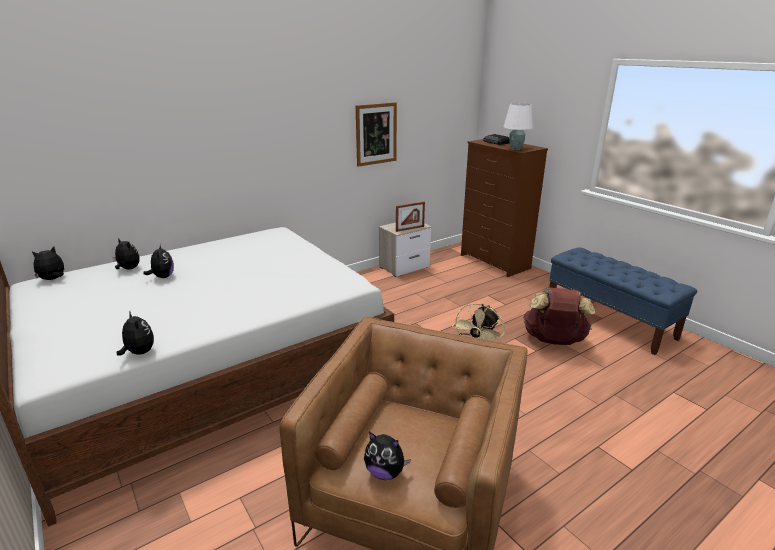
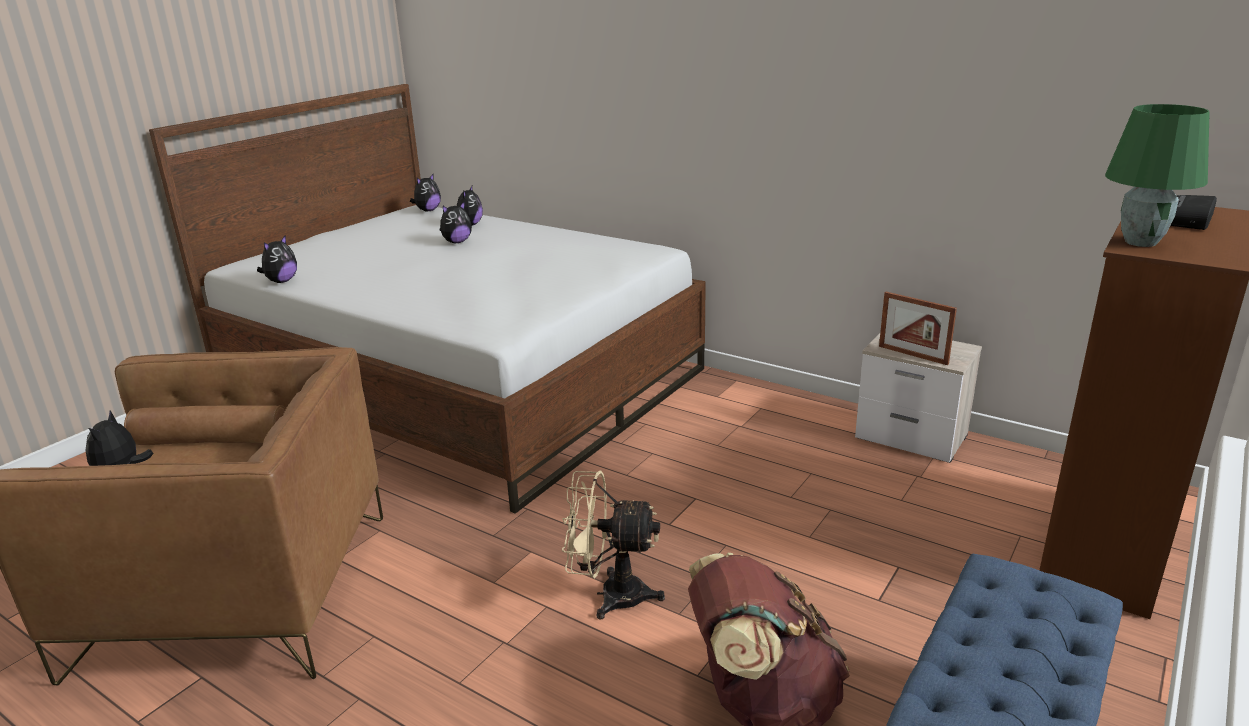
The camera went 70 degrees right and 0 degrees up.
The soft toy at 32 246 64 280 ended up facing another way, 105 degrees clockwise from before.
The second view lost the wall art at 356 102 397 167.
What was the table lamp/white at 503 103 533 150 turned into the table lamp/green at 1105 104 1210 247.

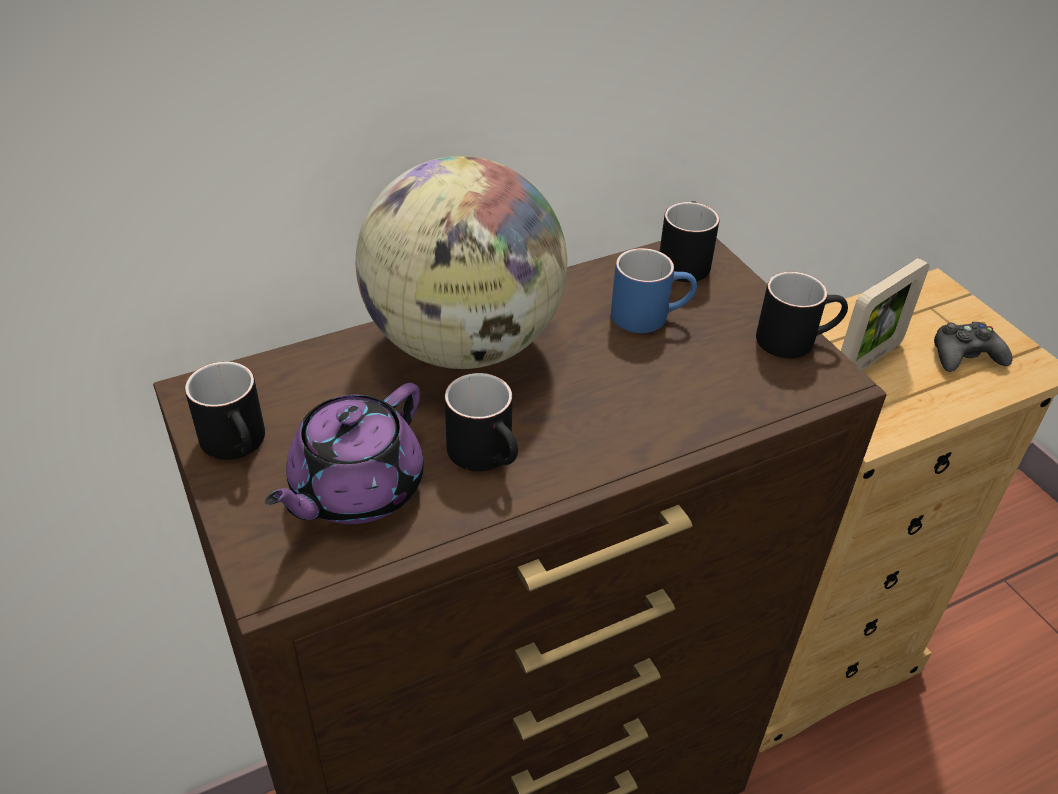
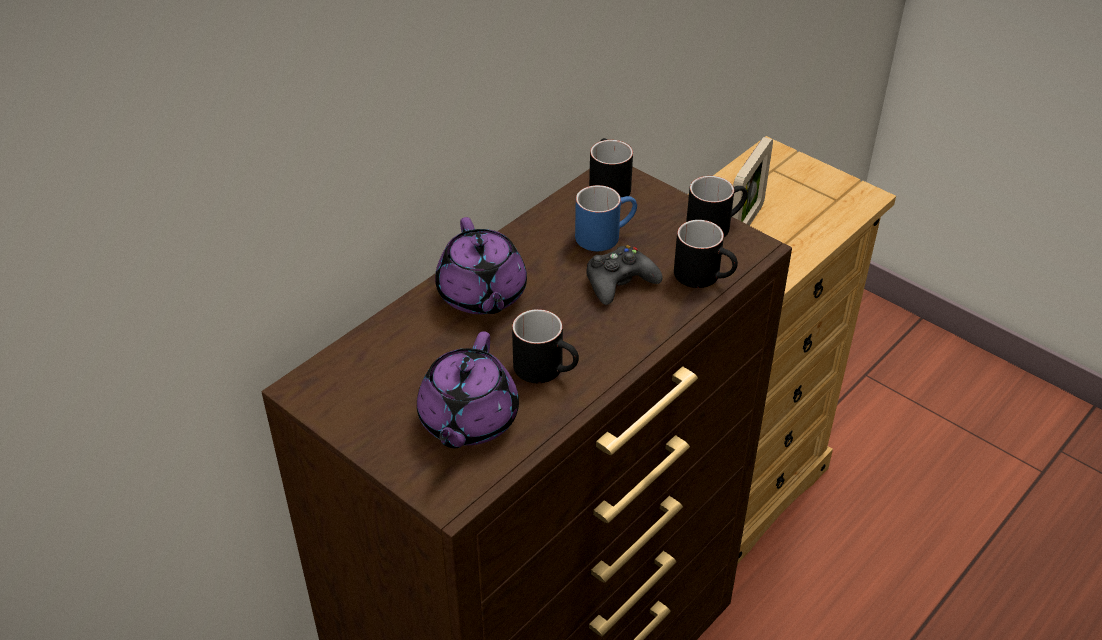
The camera went 20 degrees left and 0 degrees up.
The tea mug/blackish ended up elsewhere, having gone from 185 362 265 460 to 674 220 738 288.
Where the desk globe stood at 356 156 567 369, the teapot/purple-coloured came to stand at 435 217 527 314.
The gamepad/blackish ended up elsewhere, having gone from 934 322 1013 372 to 586 245 663 305.

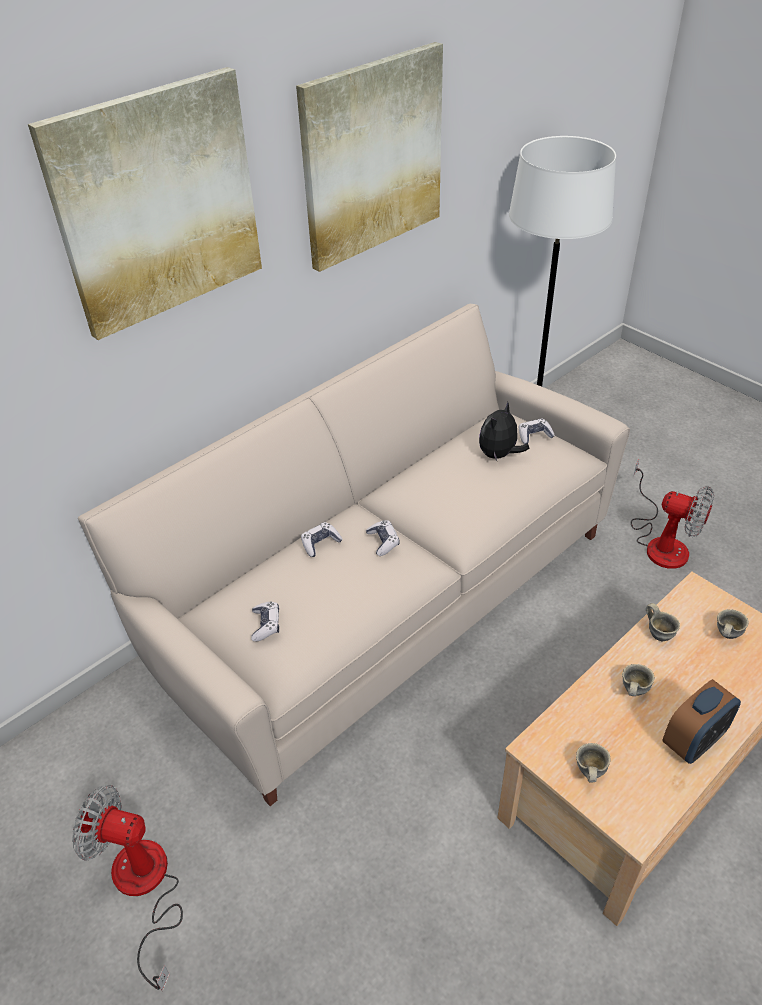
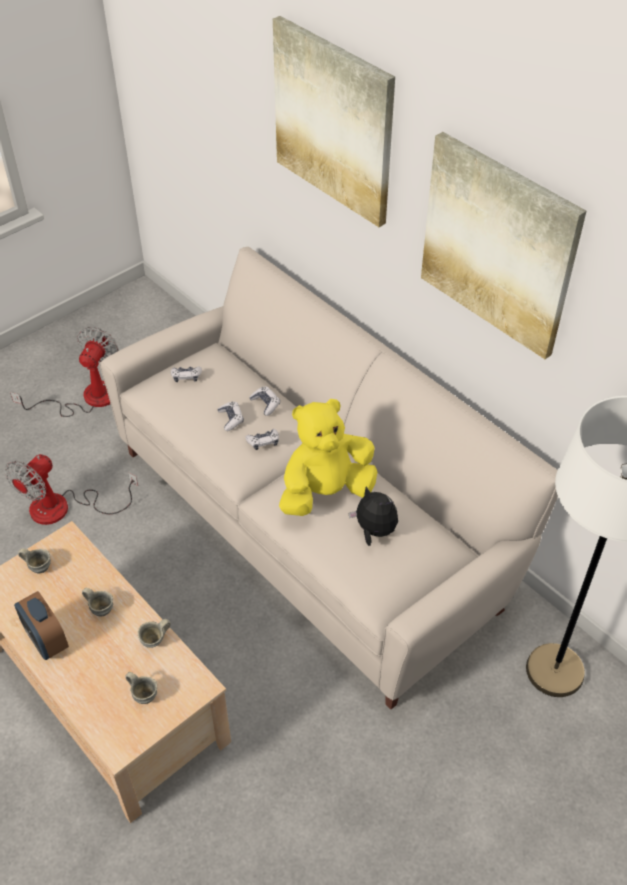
The camera went 90 degrees right and 5 degrees up.
The gamepad ended up elsewhere, having gone from 519 419 555 444 to 217 401 244 431.
The cooling fan ended up elsewhere, having gone from 631 460 714 569 to 5 454 138 525.
The second view gained the soft toy/yellow at 279 399 377 516.

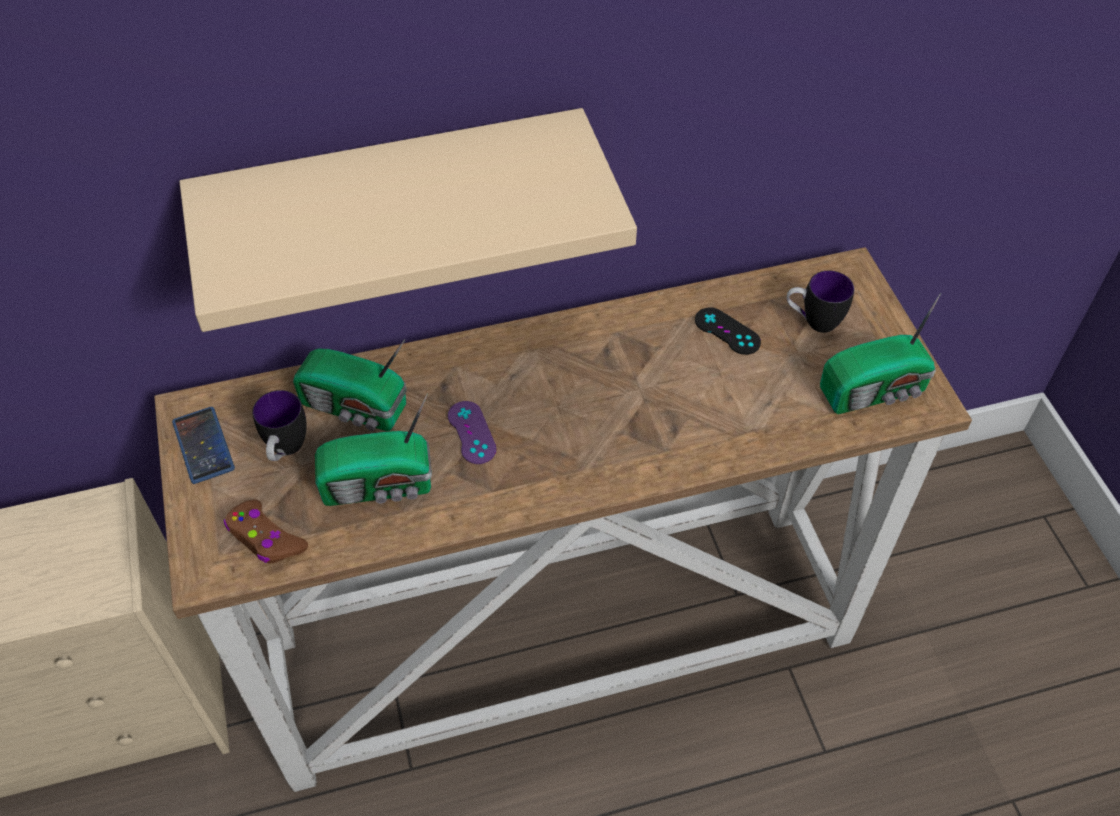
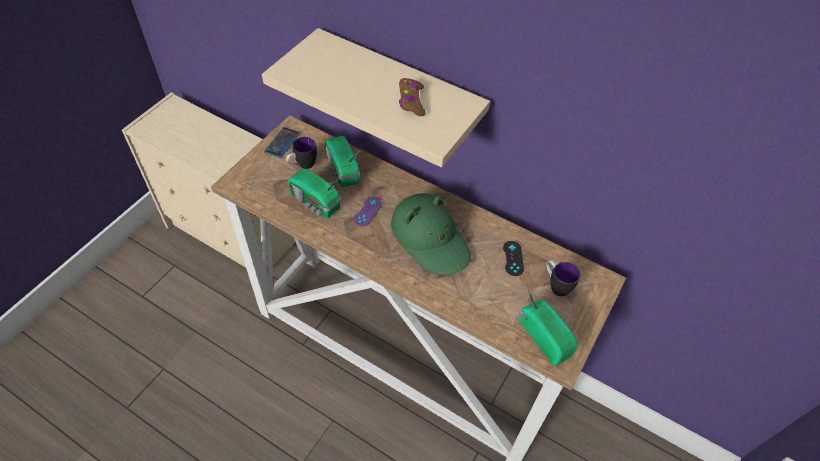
The camera went 45 degrees right and 0 degrees up.
The gamepad/brown-coloured ended up elsewhere, having gone from 224 499 308 564 to 399 78 426 116.
The radio at 820 293 941 414 ended up facing another way, 150 degrees counterclockwise from before.
The second view gained the hat/green at 391 193 471 275.

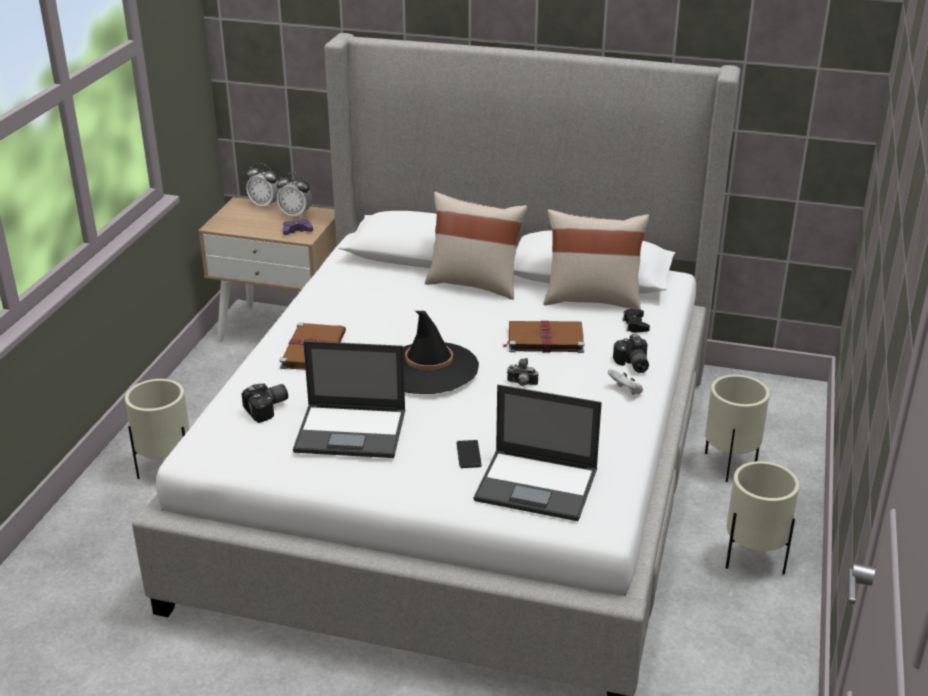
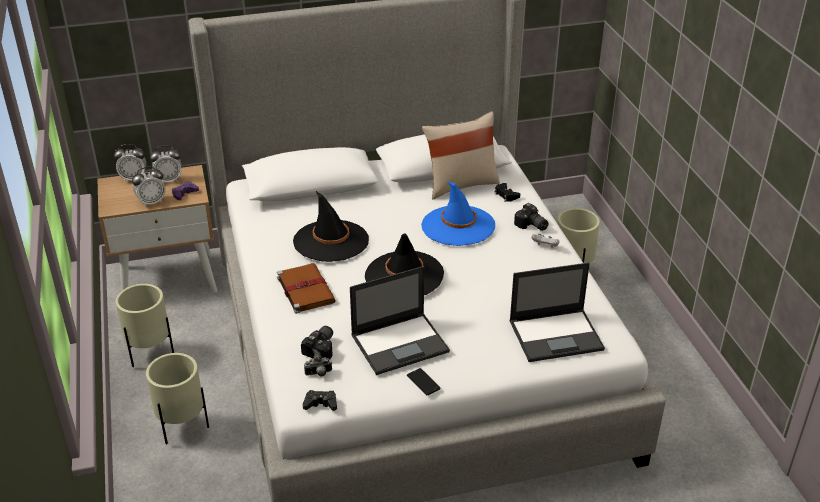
The camera went 30 degrees left and 5 degrees up.
The second view lost the pillow/beige-coloured at 425 192 528 300.
The handset ended up elsewhere, having gone from 457 440 482 468 to 407 368 440 395.
Where the volume/brown-coloured stood at 502 321 585 353, the hat/blue-coloured came to stand at 421 181 495 246.
The still camera ended up elsewhere, having gone from 507 358 538 386 to 304 352 332 376.
The plant pot/beige-coloured ended up elsewhere, having gone from 726 461 799 574 to 116 284 174 367.
The second view gained the table clock at 132 166 166 207.
The second view gained the hat/blackish at 293 191 369 262.
The second view gained the gamepad/blackish at 303 390 337 411.

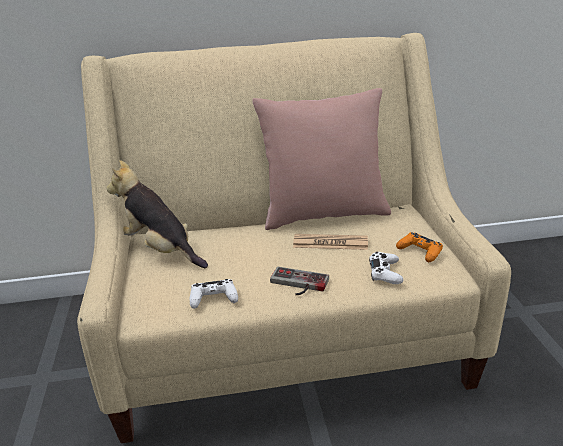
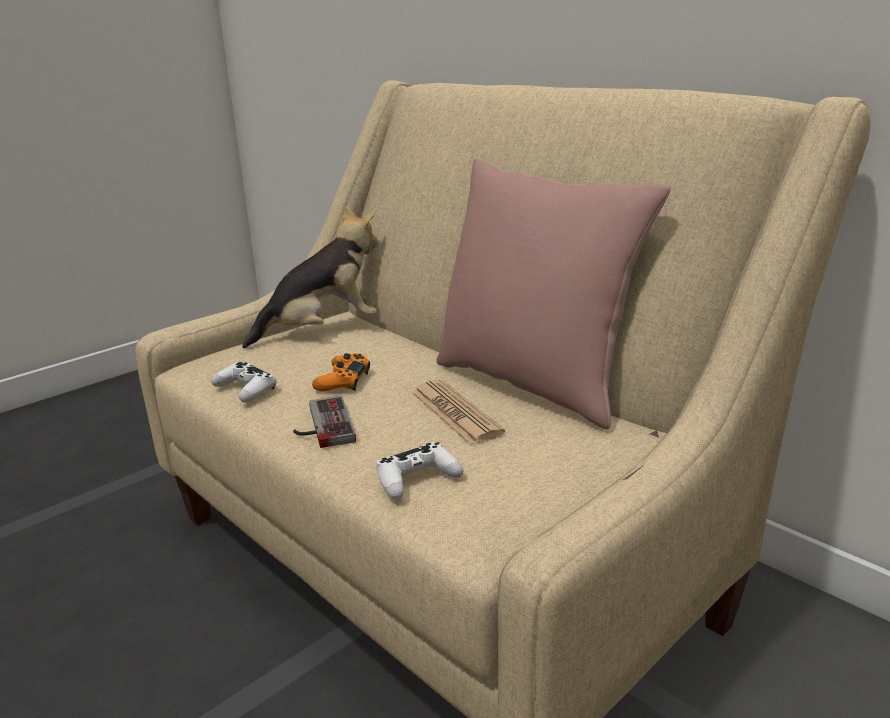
The camera went 55 degrees right and 5 degrees down.
The soft toy at 106 160 208 268 ended up facing another way, 60 degrees clockwise from before.
The gamepad/orange-coloured ended up elsewhere, having gone from 396 232 443 262 to 312 353 370 391.

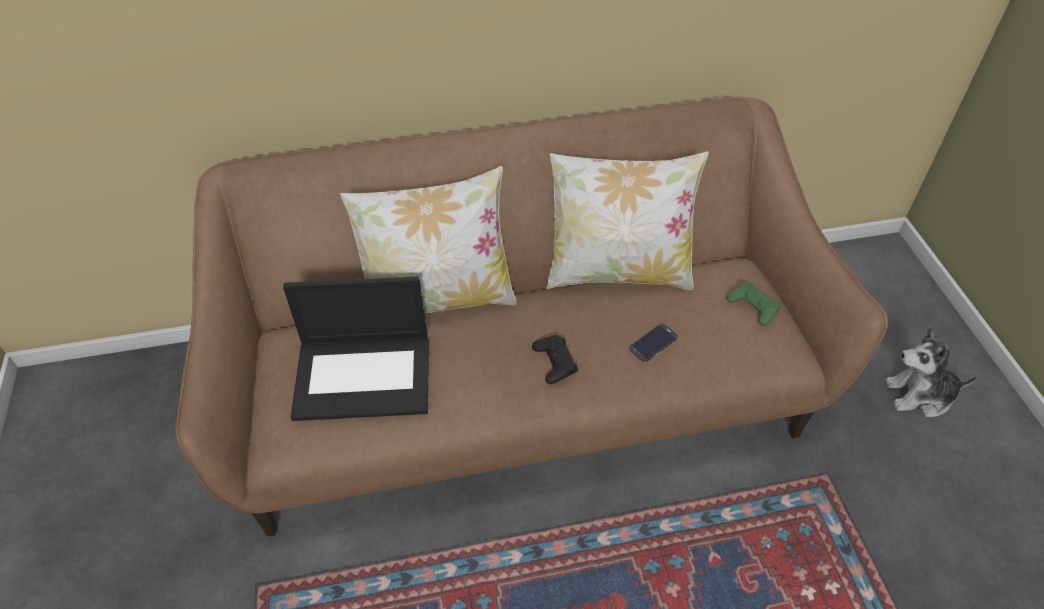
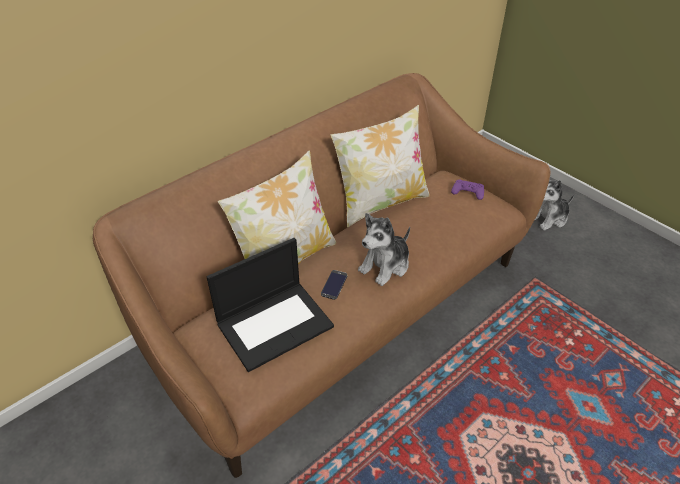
The camera went 30 degrees left and 5 degrees down.
Where the gamepad/blackish stood at 532 335 578 384, the soft toy came to stand at 358 213 410 286.
The handset ended up elsewhere, having gone from 629 323 678 362 to 321 270 347 300.
What was the gamepad/green at 726 282 781 326 turned into the gamepad/purple-coloured at 451 180 484 200.

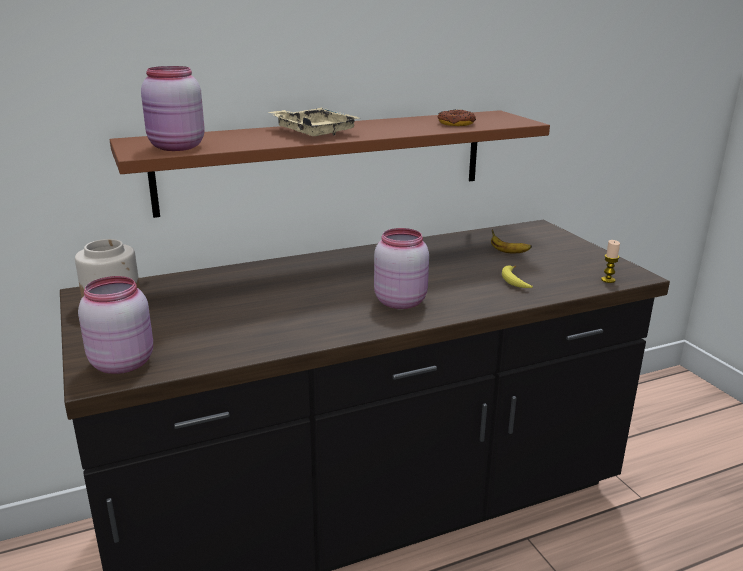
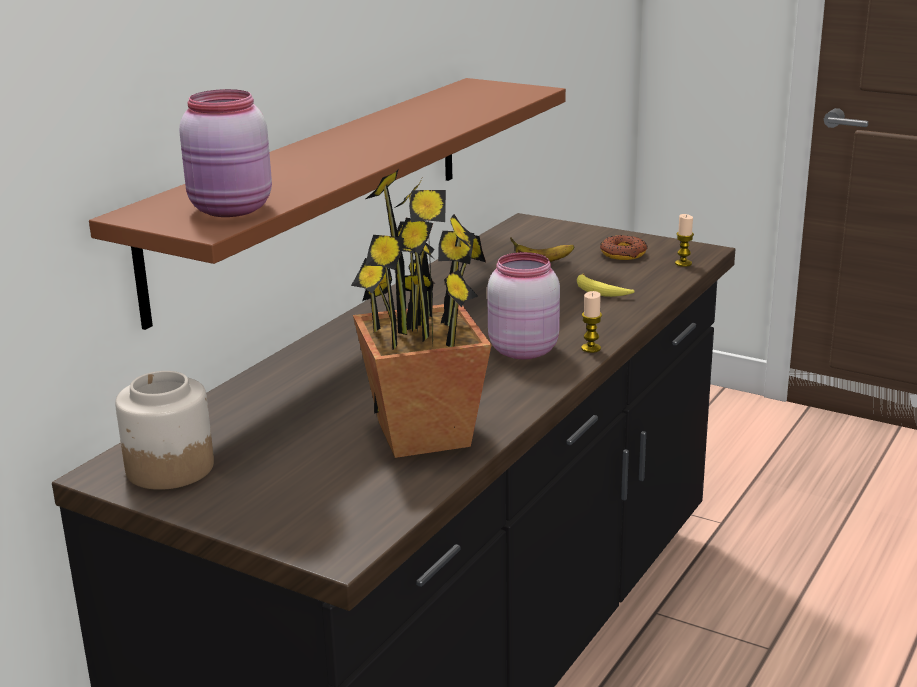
The camera went 35 degrees left and 0 degrees up.
The second view lost the jar/pinkish at 78 276 153 374.
The second view lost the serving tray/beige-coloured at 268 108 360 136.
The ring doughnut ended up elsewhere, having gone from 438 110 476 126 to 600 235 648 260.
The second view gained the potted plant at 351 169 491 458.
The second view gained the candle at 581 291 602 353.

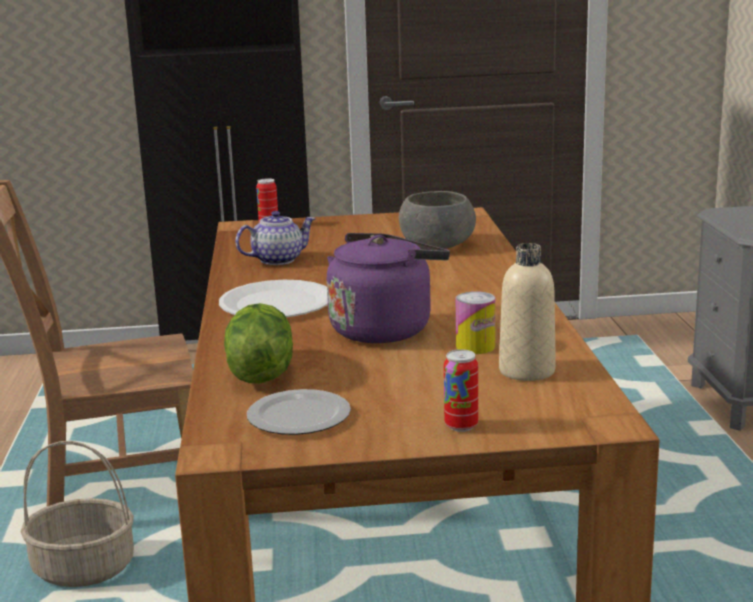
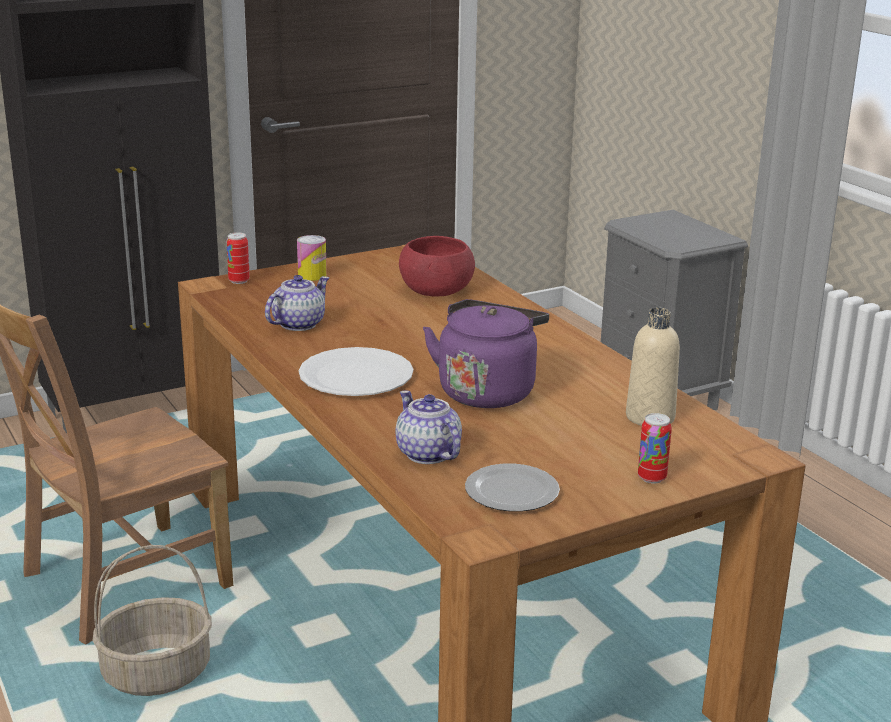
The camera went 25 degrees left and 5 degrees up.
Where the lettuce stood at 224 303 293 383, the teapot came to stand at 396 391 462 464.
What was the bowl/greyish at 399 191 476 249 turned into the bowl/red-coloured at 399 236 475 296.
The sealed can ended up elsewhere, having gone from 456 291 495 354 to 297 235 327 281.

